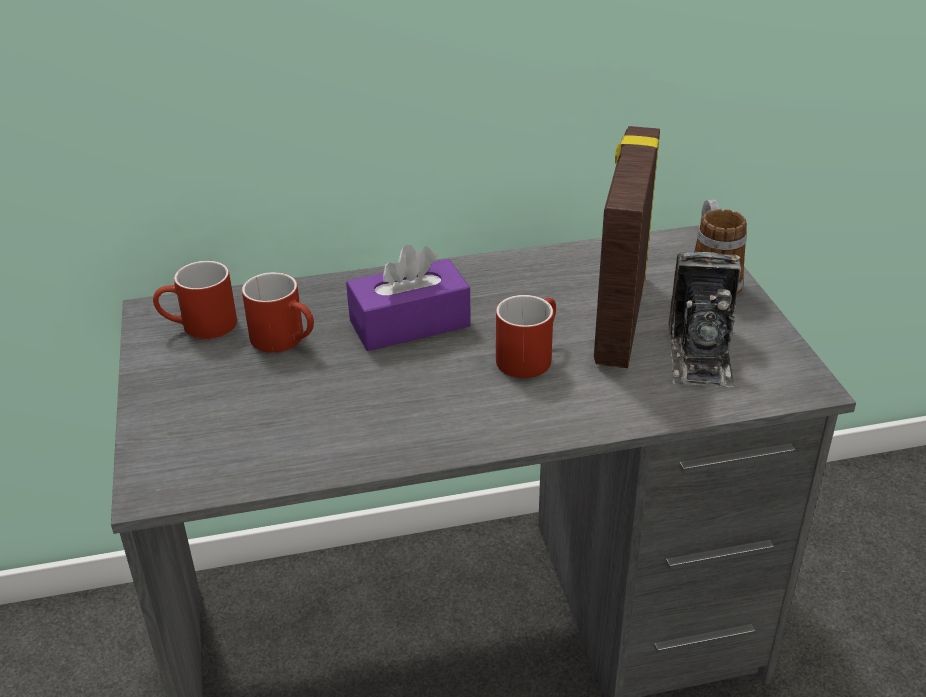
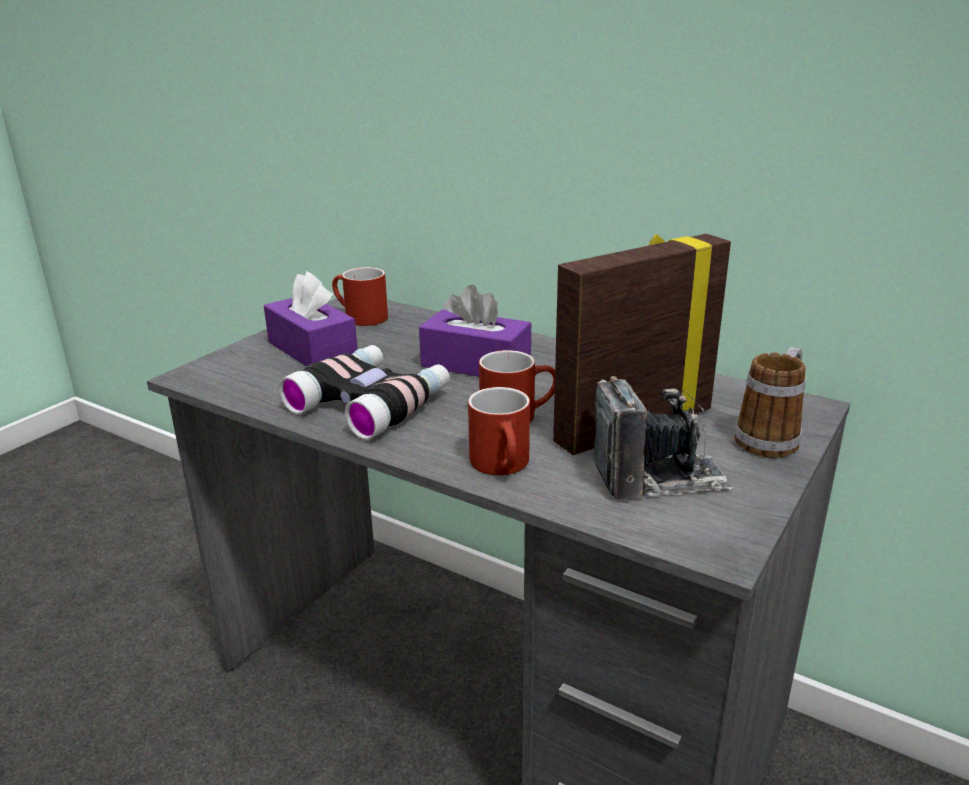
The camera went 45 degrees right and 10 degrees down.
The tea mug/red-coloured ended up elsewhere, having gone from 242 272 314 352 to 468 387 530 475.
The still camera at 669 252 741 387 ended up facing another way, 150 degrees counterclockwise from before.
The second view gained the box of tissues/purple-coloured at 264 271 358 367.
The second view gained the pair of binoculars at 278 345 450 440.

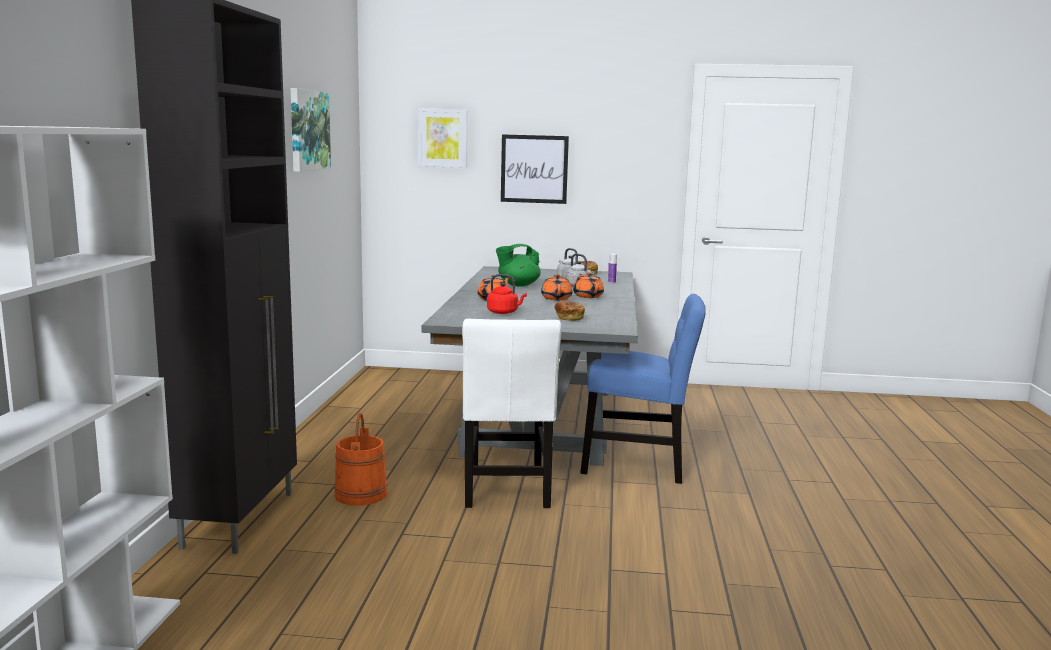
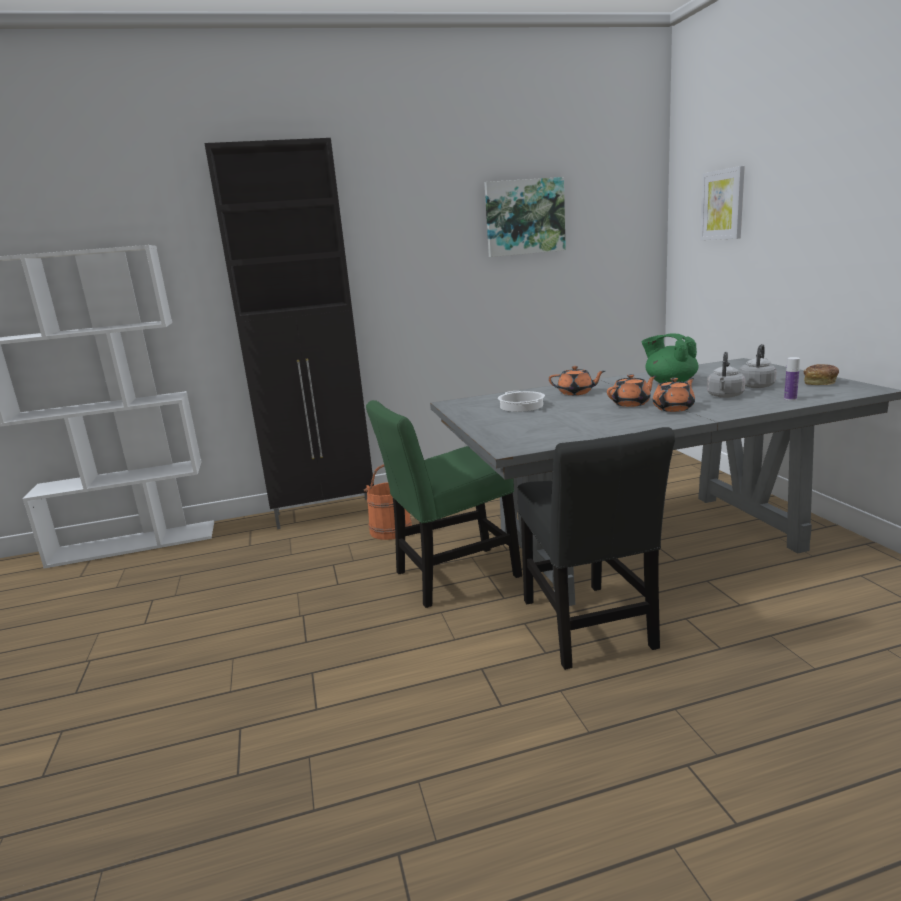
The camera went 70 degrees right and 5 degrees up.
What was the chair/white at 462 319 561 508 turned into the chair/green at 366 400 522 608.
Where the tea kettle/red-coloured stood at 487 274 527 314, the saucepot came to stand at 498 391 545 412.
The second view lost the wall art at 501 134 569 204.
The second view lost the bakery bread at 554 301 585 321.
What was the chair/blue-coloured at 580 294 706 484 turned into the chair/blackish at 517 427 675 670.

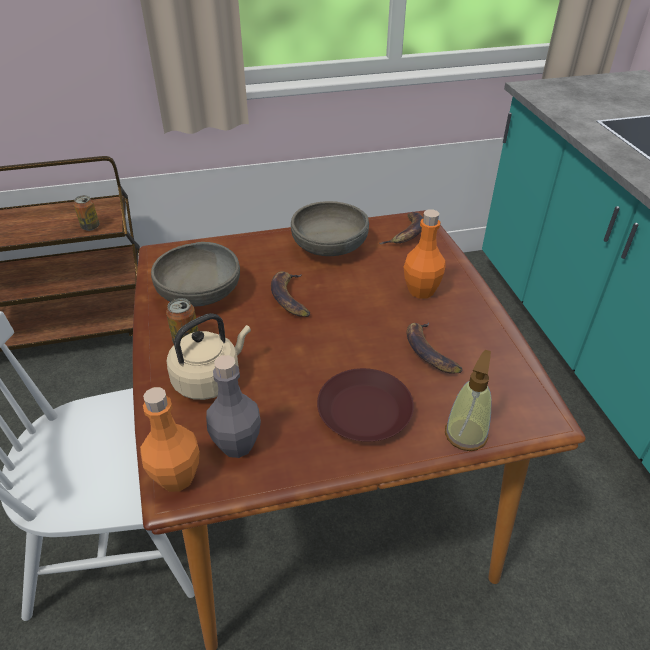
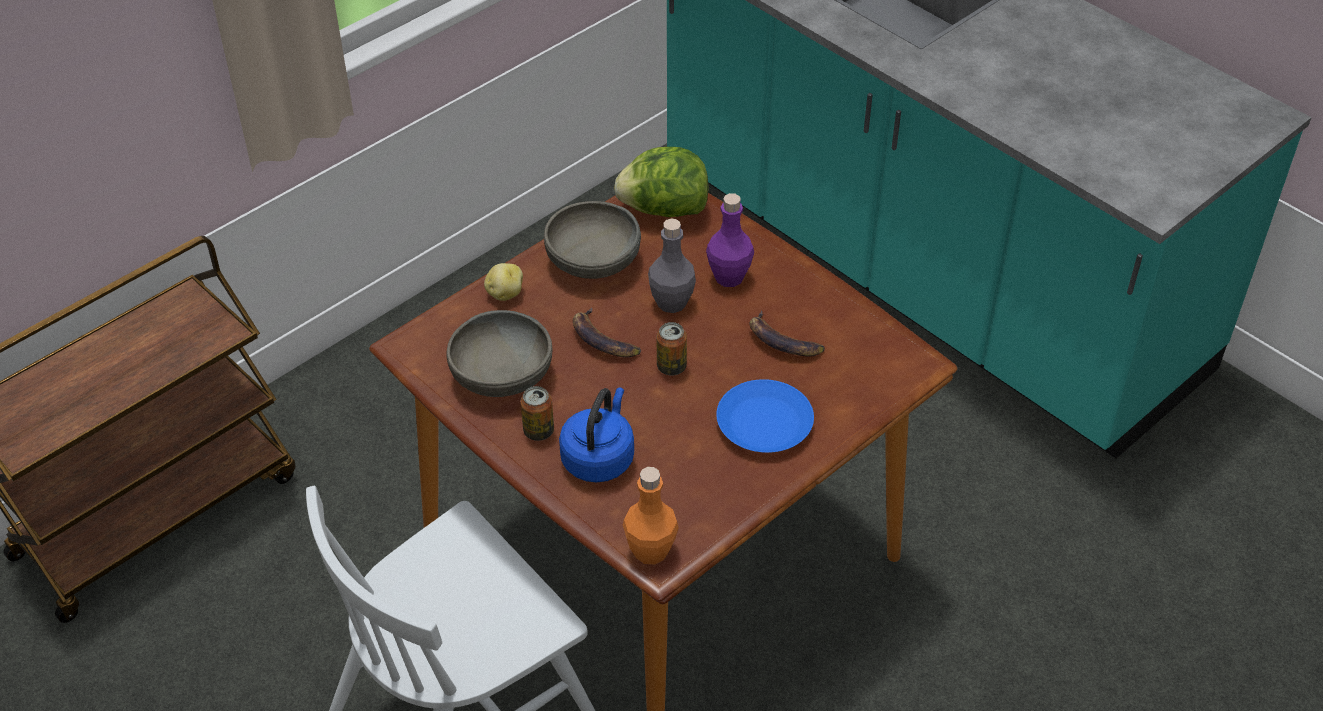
The camera went 30 degrees left and 5 degrees up.
The sealed can ended up elsewhere, having gone from 74 195 99 231 to 656 322 687 376.
What was the tea kettle/beige-coloured at 167 313 251 400 turned into the tea kettle/blue-coloured at 559 387 634 483.
The beverage bottle/greyish ended up elsewhere, having gone from 206 355 261 458 to 648 219 696 313.
What was the flat dish/brown-coloured at 317 368 414 442 turned into the flat dish/blue-coloured at 716 379 814 453.
Where the whole banana stood at 379 212 423 244, the lettuce came to stand at 614 147 709 217.
What was the beverage bottle/orange-coloured at 404 209 446 299 turned into the beverage bottle/purple-coloured at 706 193 754 287.
The second view lost the soap dispenser at 445 350 492 451.
The second view gained the whole potato at 484 263 523 301.

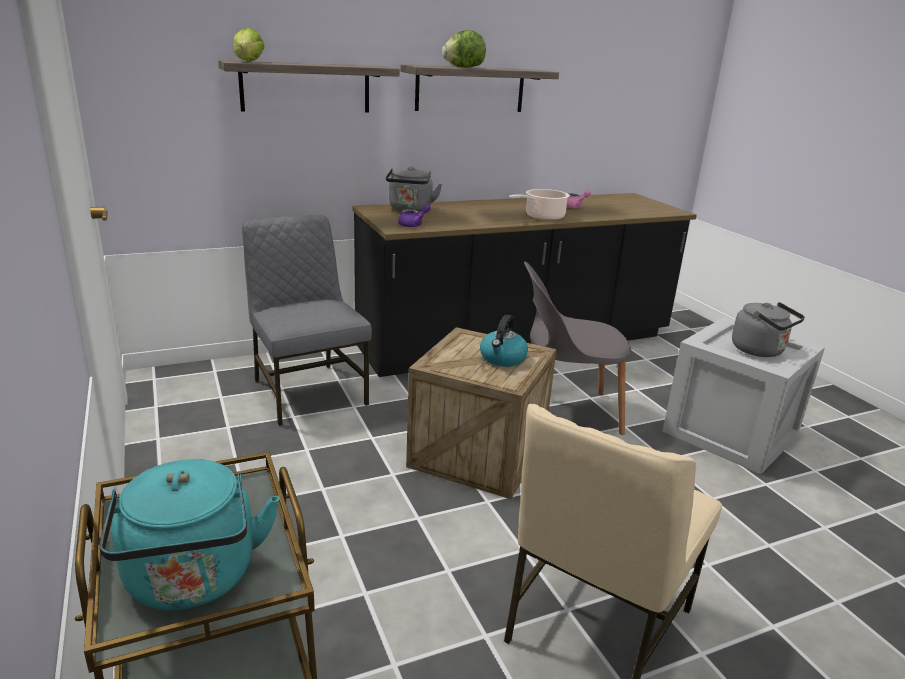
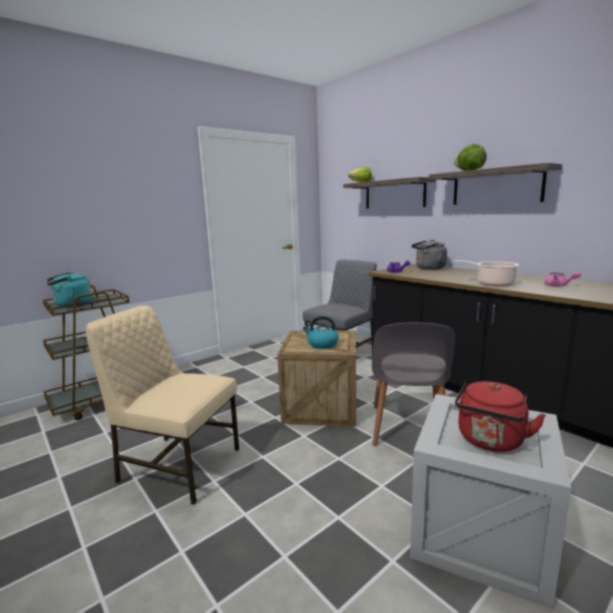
The camera went 75 degrees right and 10 degrees down.
The chair/greyish at 524 262 632 435 ended up facing another way, 150 degrees counterclockwise from before.
What was the tea kettle/greyish at 732 302 805 357 turned into the tea kettle/red-coloured at 455 381 546 452.

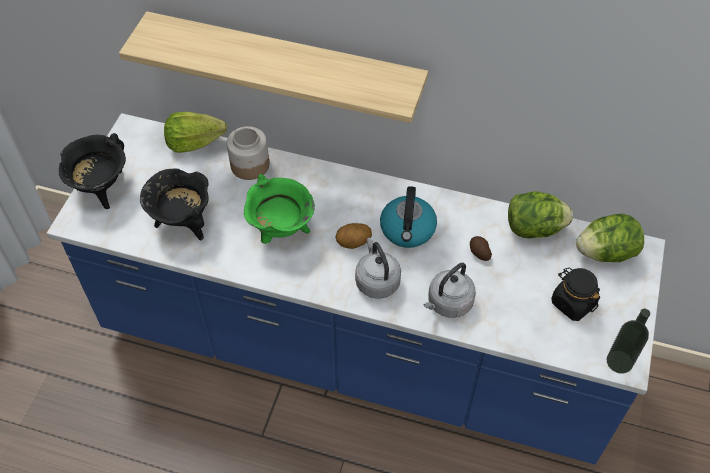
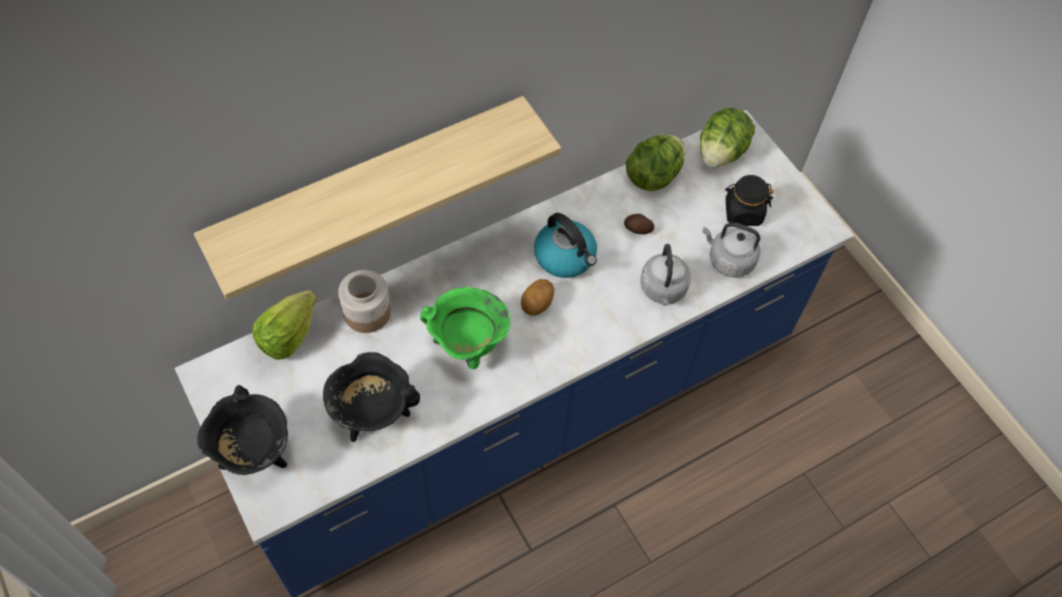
The camera went 50 degrees left and 5 degrees up.
The tea kettle/greyish ended up elsewhere, having gone from 355 237 401 299 to 702 222 760 277.
The second view lost the beverage bottle at 606 309 650 374.

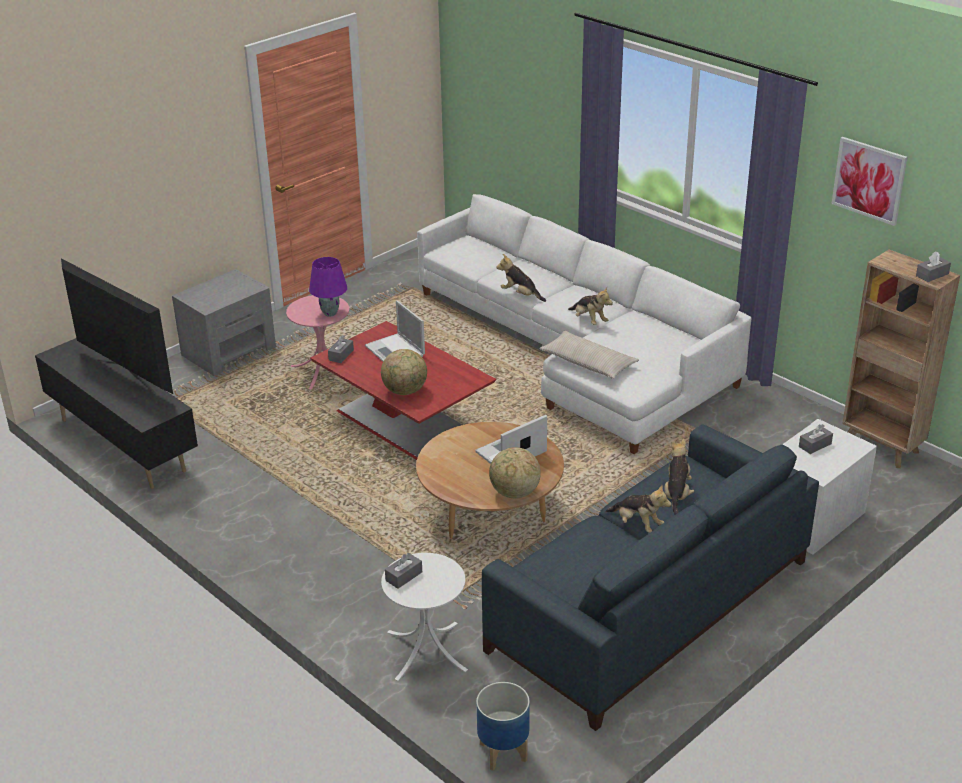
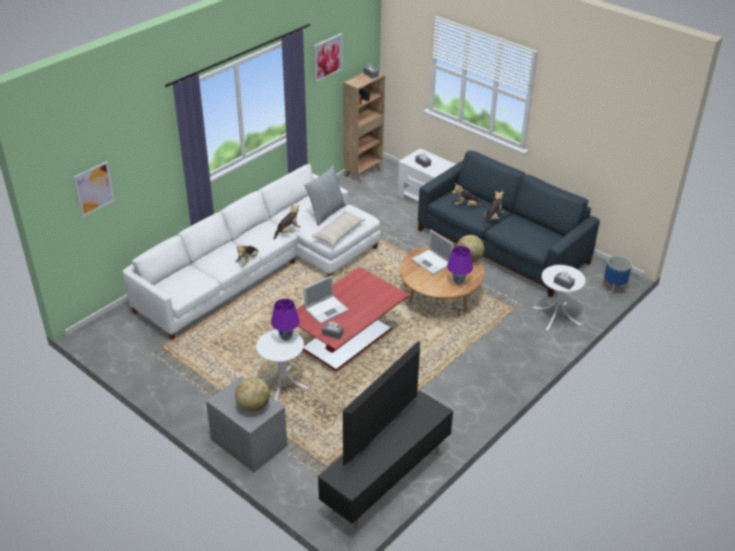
The camera went 95 degrees left and 5 degrees up.
What was the end table/pinkish at 286 295 349 389 turned into the end table/white at 256 330 308 401.
The desk globe ended up elsewhere, having gone from 381 349 427 395 to 235 377 270 412.
The second view gained the wall art at 73 161 115 217.
The second view gained the pillow at 304 165 346 226.
The second view gained the table lamp/purple-coloured at 447 246 473 285.

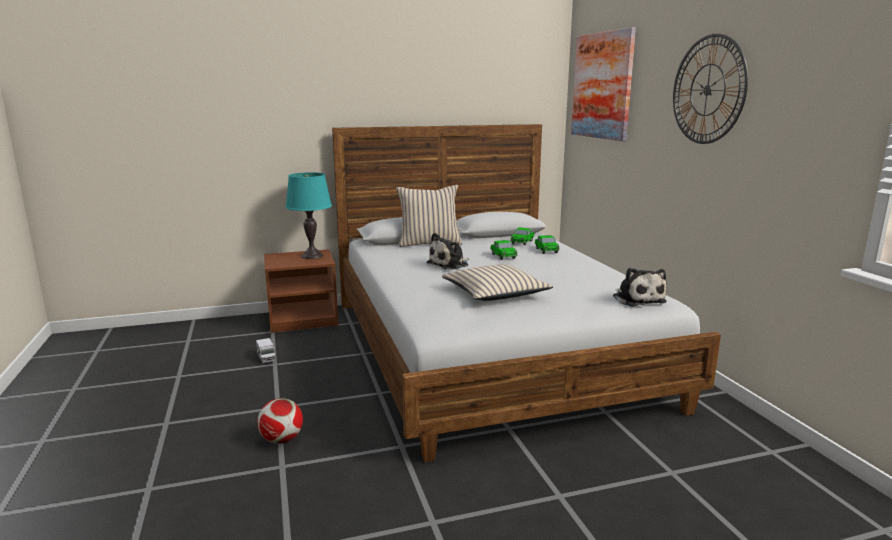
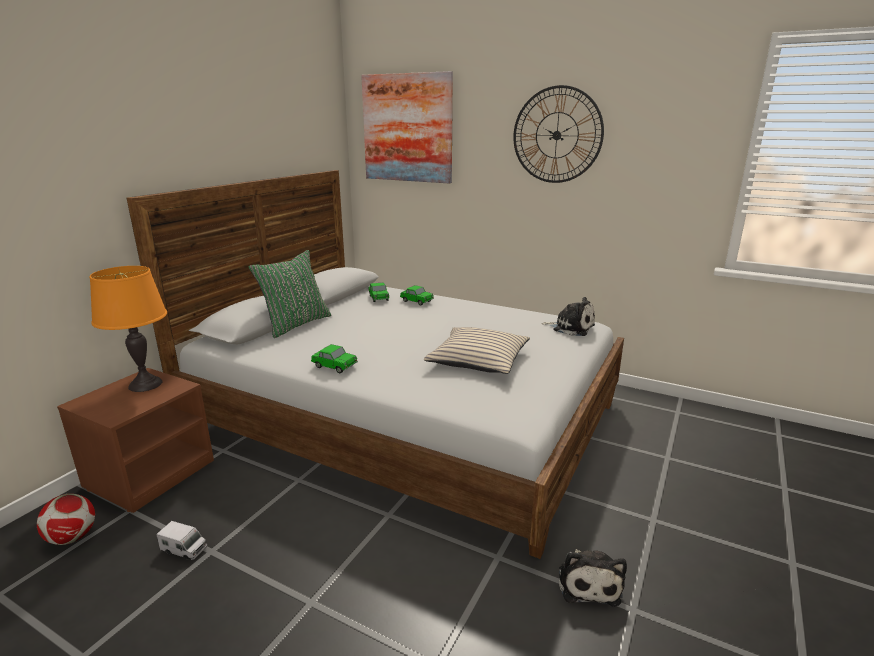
The camera went 45 degrees left and 5 degrees up.
The football ended up elsewhere, having gone from 257 398 303 444 to 37 494 95 545.
What was the table lamp/turquoise at 285 172 332 259 turned into the table lamp/orange-coloured at 90 266 167 392.
What was the pillow/beige-coloured at 396 185 462 247 turned into the pillow/green at 248 250 331 338.
The soft toy ended up elsewhere, having gone from 426 233 469 269 to 559 549 627 607.
The miniature car ended up elsewhere, having gone from 490 240 517 260 to 311 344 358 373.

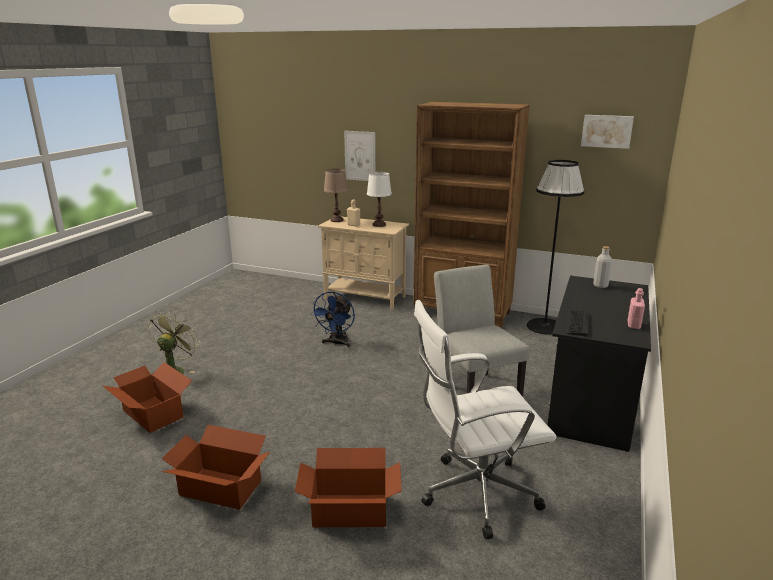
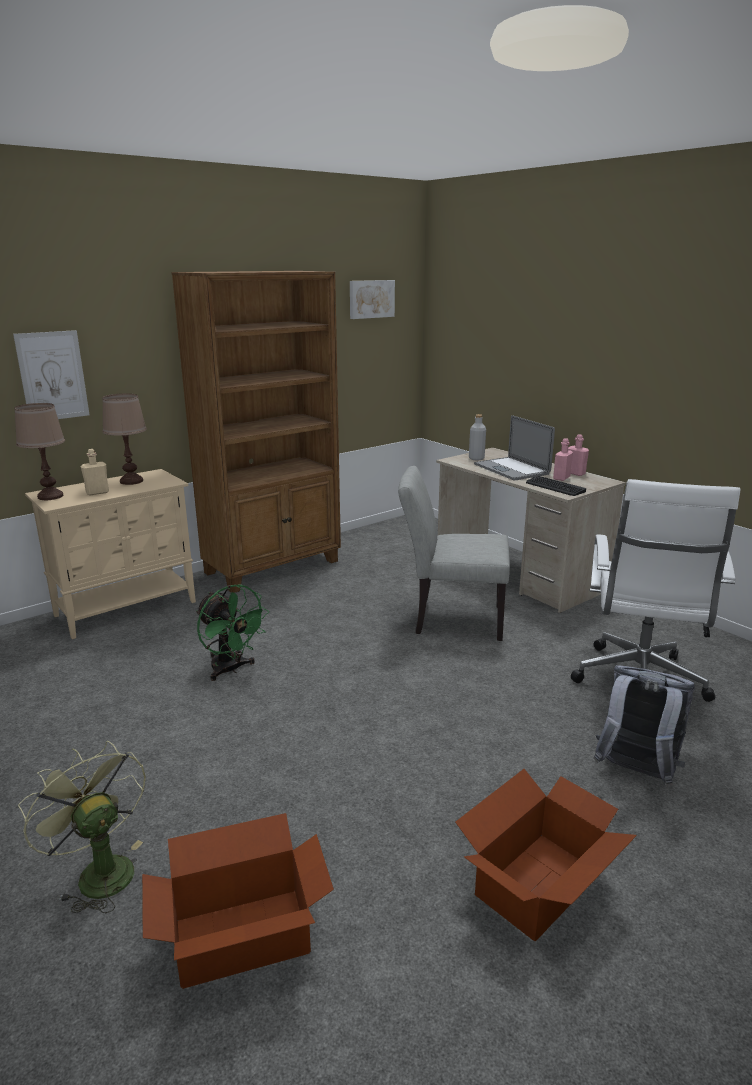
The camera went 60 degrees left and 0 degrees up.
Where the packing box stood at 295 448 402 527, the rucksack/greyish came to stand at 594 665 695 786.
What was the cooling fan/blue-coloured at 310 292 355 347 turned into the cooling fan/green at 196 584 269 681.
What was the table lamp/white at 367 172 392 227 turned into the table lamp/brown-coloured at 102 394 147 485.
The second view lost the floor lamp/blackish at 527 160 585 335.
What was the desk unit/blackish at 547 276 651 452 turned into the desk unit/beige-coloured at 436 447 626 613.
The second view gained the portable computer at 474 415 555 480.
The second view gained the beverage bottle/pinkish at 553 438 573 481.

